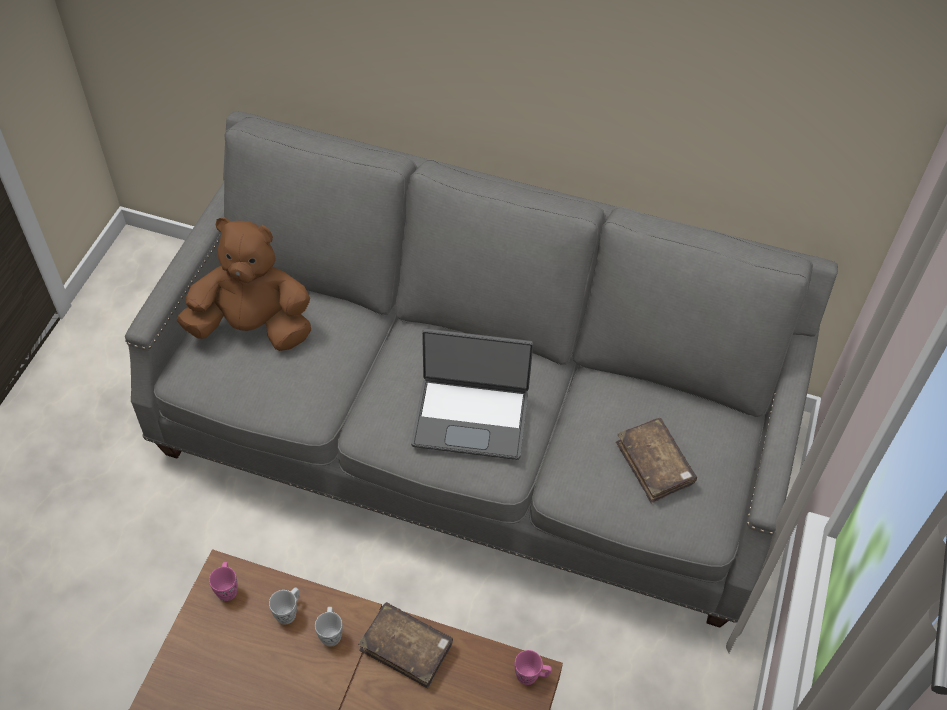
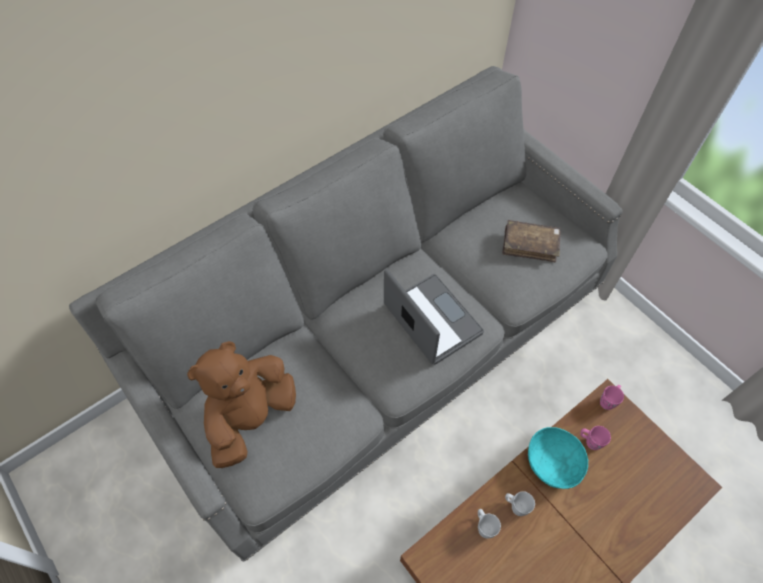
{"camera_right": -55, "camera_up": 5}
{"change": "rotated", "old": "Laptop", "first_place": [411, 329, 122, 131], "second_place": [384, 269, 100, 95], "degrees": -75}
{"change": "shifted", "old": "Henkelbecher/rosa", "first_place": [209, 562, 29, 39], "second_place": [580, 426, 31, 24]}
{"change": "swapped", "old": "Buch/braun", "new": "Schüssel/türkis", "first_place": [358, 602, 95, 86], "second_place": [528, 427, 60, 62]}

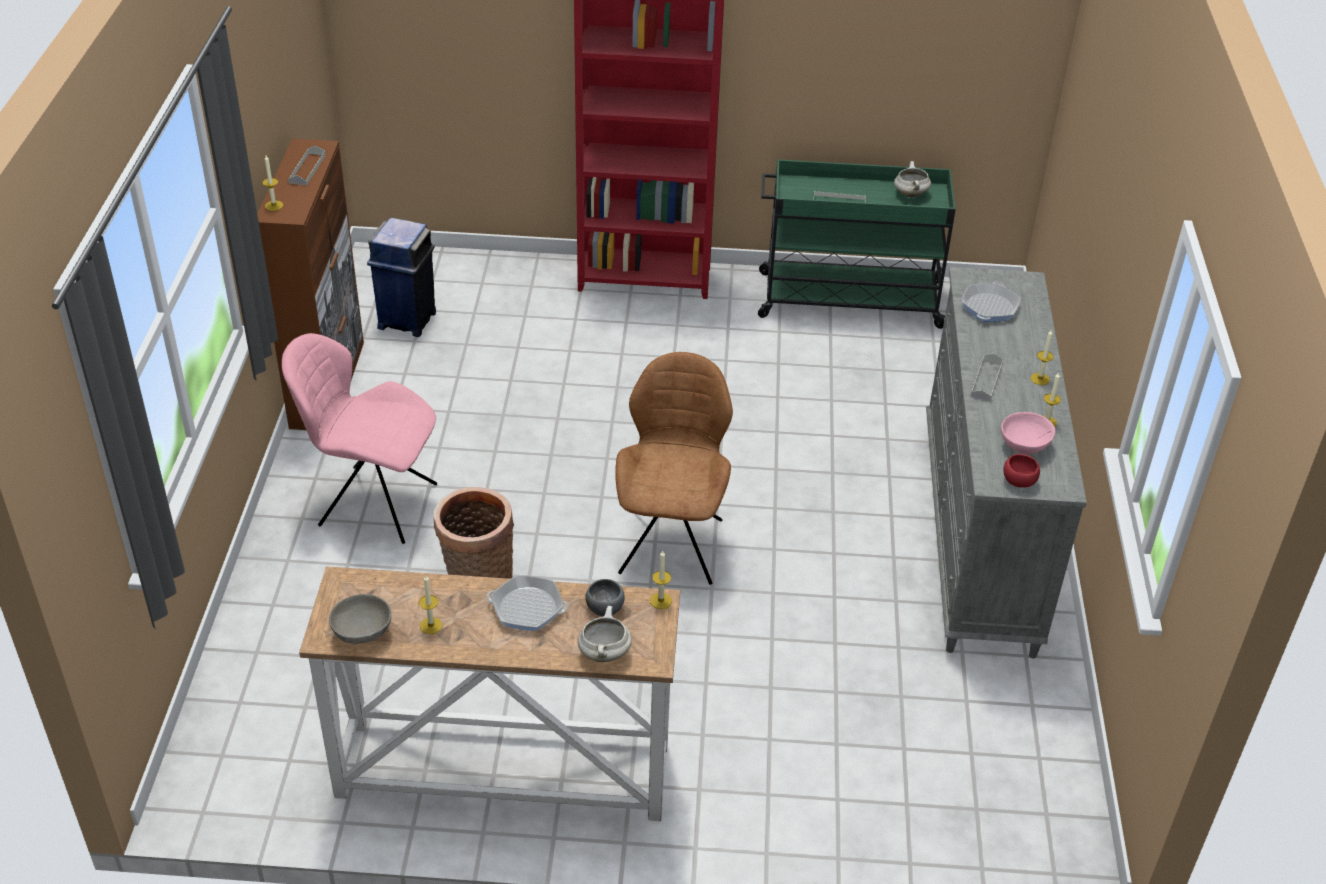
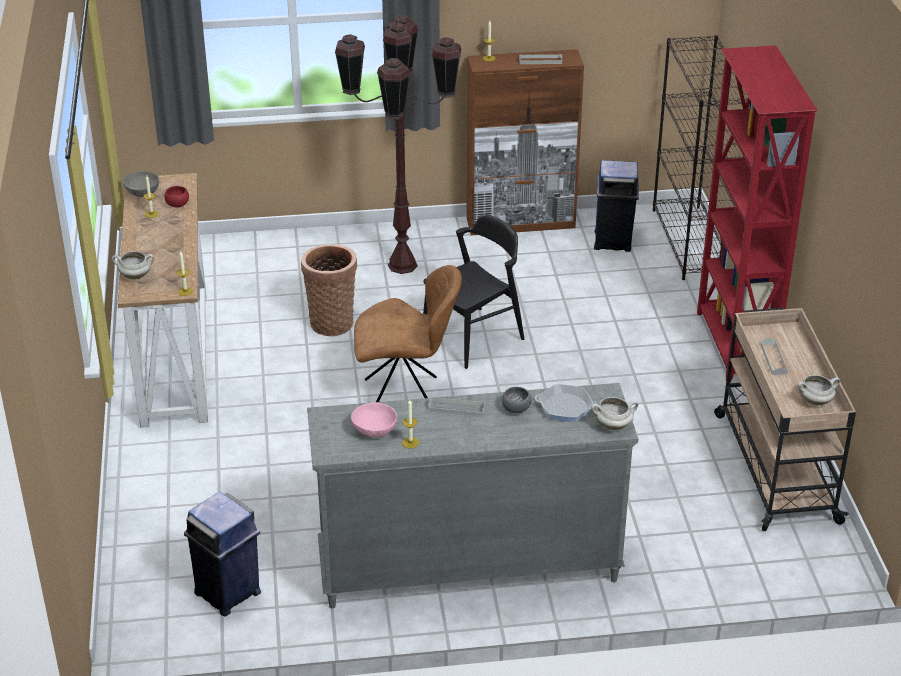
{"camera_right": 80, "camera_up": -5}
{"change": "repainted", "old": "Rollwagen/grün", "new": "Rollwagen/beige", "first_place": [758, 159, 198, 170], "second_place": [714, 308, 142, 223]}
{"change": "gone", "old": "Kerze", "first_place": [1030, 329, 24, 56]}
{"change": "swapped", "old": "Stuhl/rosa", "new": "Stehlampe/braun", "first_place": [282, 333, 155, 211], "second_place": [335, 15, 126, 259]}
{"change": "shifted", "old": "Schüssel/rot", "first_place": [1003, 454, 37, 34], "second_place": [164, 186, 25, 22]}
{"change": "gone", "old": "Pfanne", "first_place": [487, 575, 81, 56]}
{"change": "shifted", "old": "Schüssel/grau", "first_place": [585, 579, 40, 37], "second_place": [502, 387, 29, 26]}
{"change": "new", "new": "Bücherregal/schwarz", "second_place": [653, 35, 98, 245]}
{"change": "new", "new": "Stuhl/schwarz", "second_place": [423, 214, 101, 155]}
{"change": "new", "new": "Kochtopf/weiß", "second_place": [591, 397, 47, 33]}
{"change": "new", "new": "Mülleimer/blau", "second_place": [184, 492, 77, 124]}

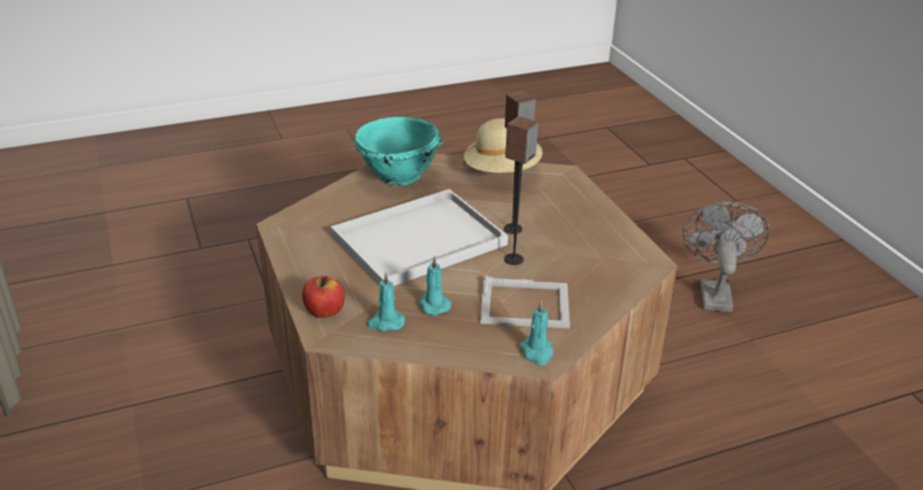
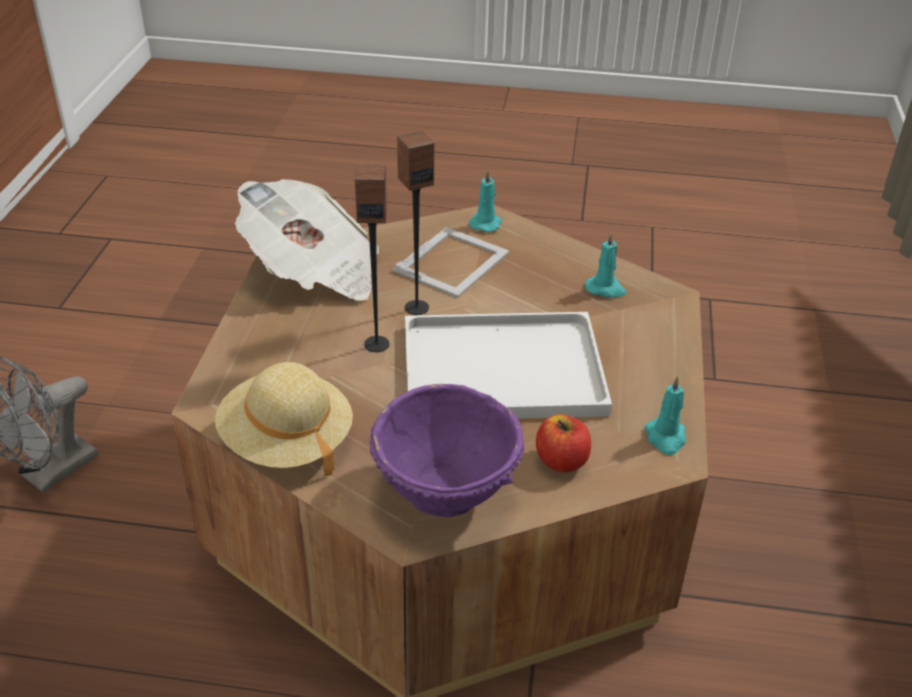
{"camera_right": -150, "camera_up": 5}
{"change": "repainted", "old": "Schüssel/türkis", "new": "Schüssel/lila", "first_place": [354, 117, 89, 69], "second_place": [369, 384, 155, 133]}
{"change": "shifted", "old": "Kerze/türkis", "first_place": [418, 256, 34, 59], "second_place": [645, 375, 41, 80]}
{"change": "shifted", "old": "Apfel", "first_place": [302, 276, 43, 42], "second_place": [536, 414, 55, 58]}
{"change": "rotated", "old": "Bilderrahmen", "first_place": [480, 276, 90, 53], "second_place": [393, 227, 116, 70], "degrees": 90}
{"change": "new", "new": "Zeitung", "second_place": [235, 179, 144, 122]}

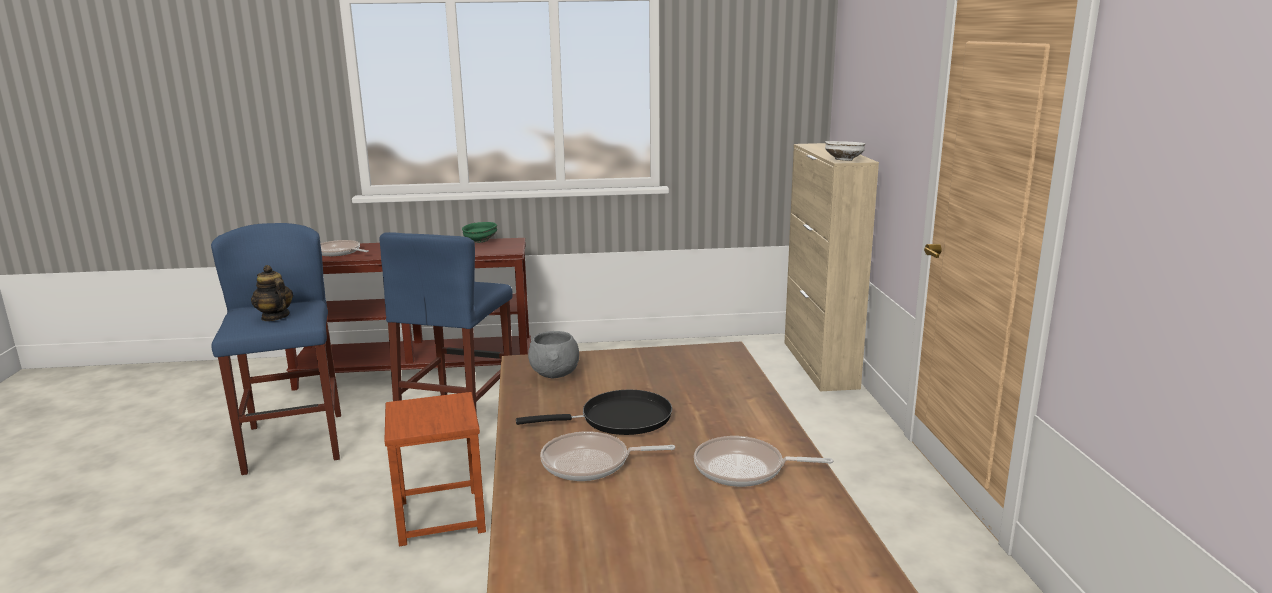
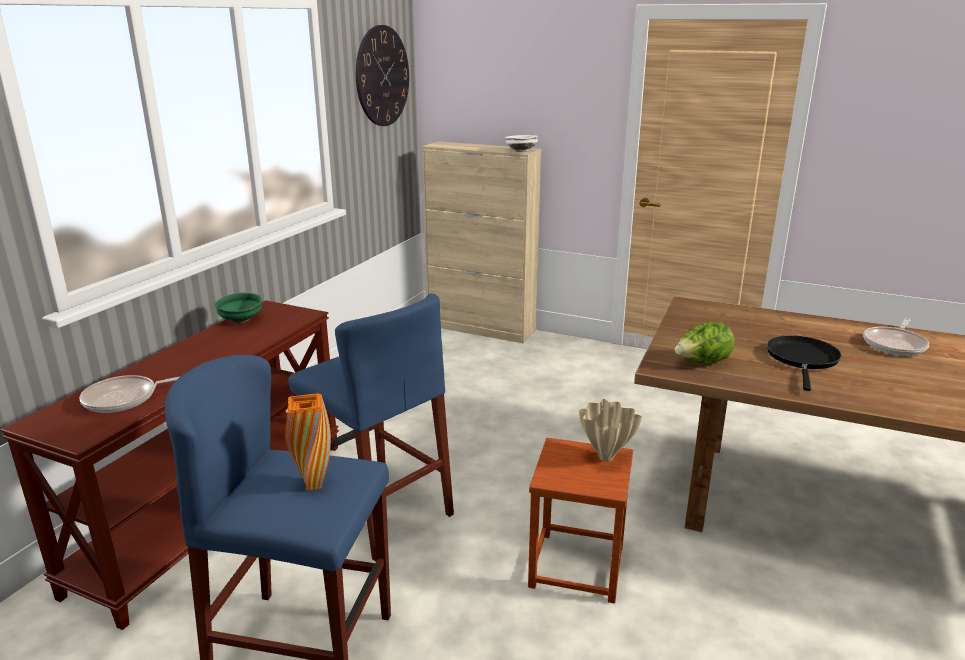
{"camera_right": -60, "camera_up": 5}
{"change": "swapped", "old": "Teekanne", "new": "Vase/orange", "first_place": [251, 265, 42, 56], "second_place": [285, 393, 46, 98]}
{"change": "swapped", "old": "Schüssel/grau", "new": "Salatkopf", "first_place": [528, 331, 51, 47], "second_place": [675, 321, 60, 43]}
{"change": "gone", "old": "Pfanne", "first_place": [540, 431, 135, 50]}
{"change": "new", "new": "Wanduhr", "second_place": [356, 25, 53, 101]}
{"change": "new", "new": "Vase/beige", "second_place": [579, 399, 63, 63]}

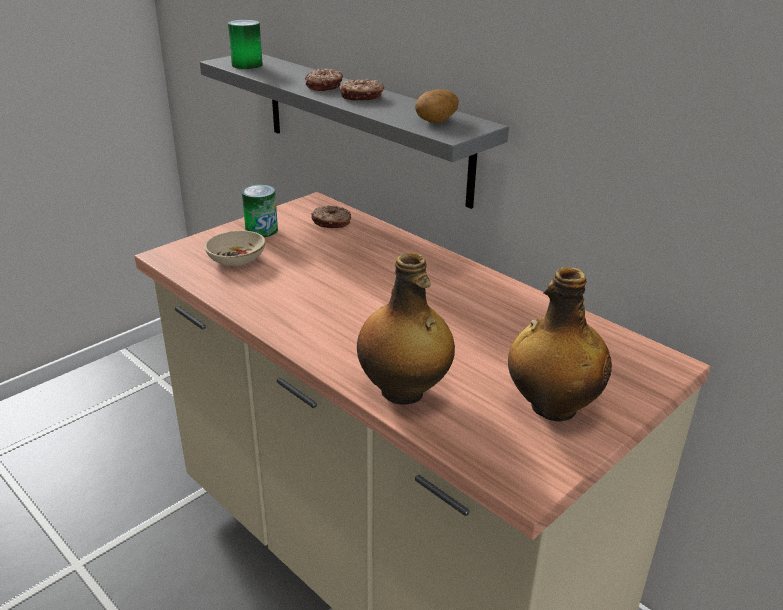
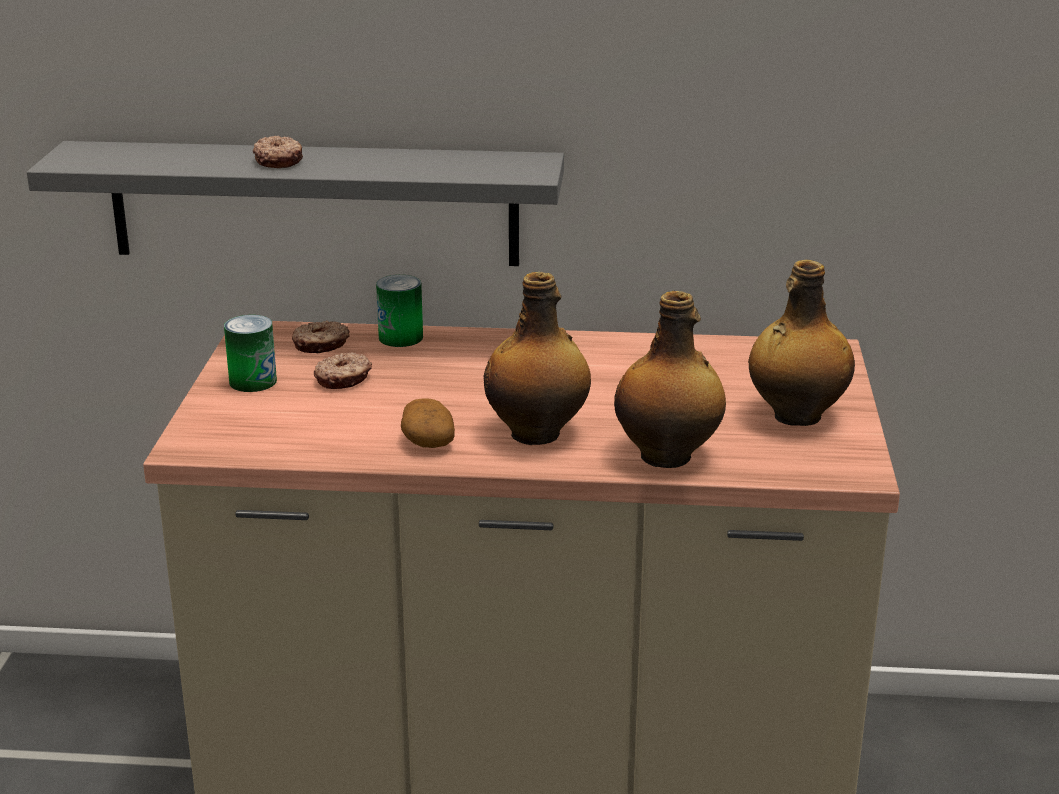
{"camera_right": -40, "camera_up": -5}
{"change": "shifted", "old": "Dose", "first_place": [228, 20, 35, 49], "second_place": [376, 275, 47, 72]}
{"change": "shifted", "old": "Donut", "first_place": [340, 79, 44, 22], "second_place": [314, 353, 58, 36]}
{"change": "shifted", "old": "Kartoffel", "first_place": [415, 89, 44, 34], "second_place": [401, 398, 54, 50]}
{"change": "gone", "old": "Schüssel/beige", "first_place": [205, 230, 60, 36]}
{"change": "new", "new": "Flasche", "second_place": [484, 272, 107, 173]}

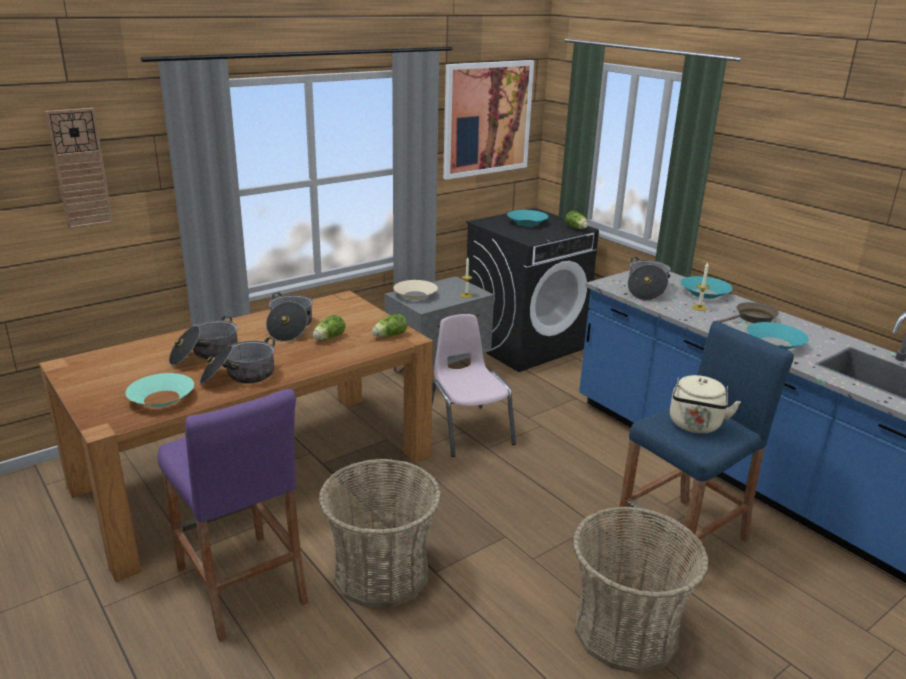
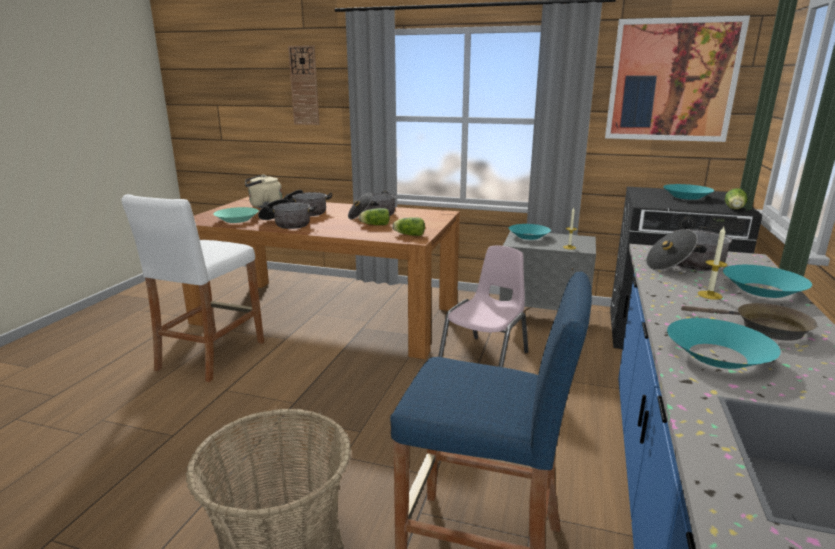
{"camera_right": 55, "camera_up": -5}
{"change": "repainted", "old": "Schüssel/beige", "new": "Schüssel/türkis", "first_place": [393, 280, 45, 20], "second_place": [509, 224, 42, 16]}
{"change": "shifted", "old": "Wasserkessel/beige", "first_place": [670, 375, 71, 58], "second_place": [245, 174, 37, 34]}
{"change": "repainted", "old": "Hocker/lila", "new": "Hocker/weiß", "first_place": [157, 389, 151, 253], "second_place": [121, 194, 143, 188]}
{"change": "gone", "old": "Korb", "first_place": [318, 458, 124, 150]}

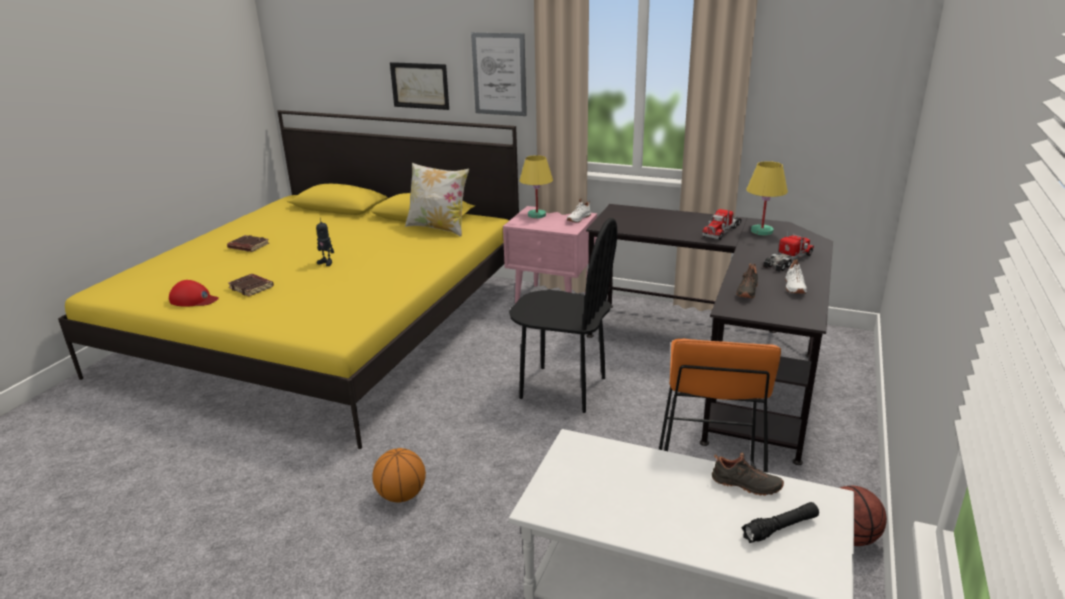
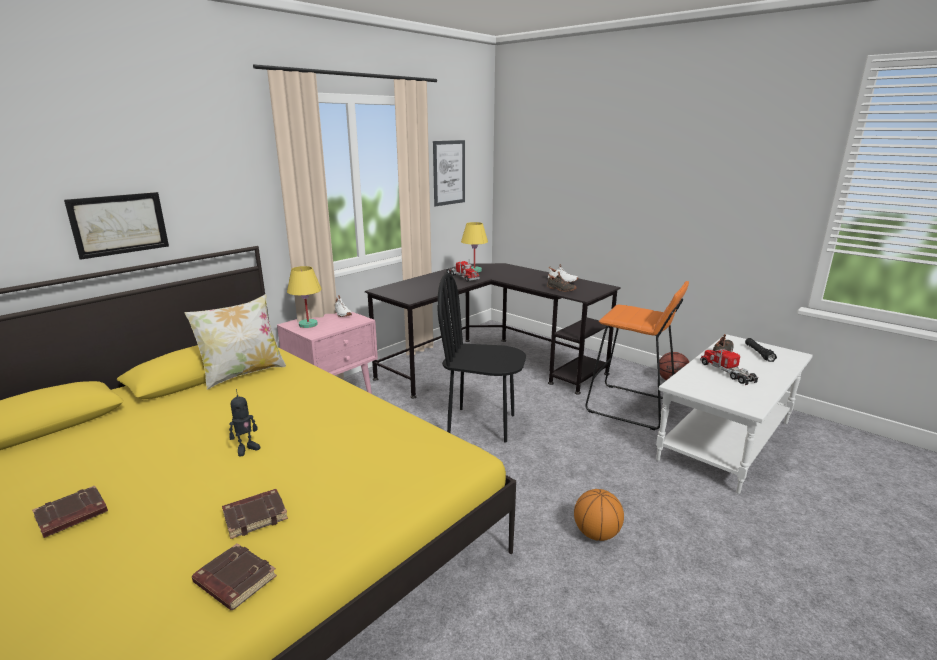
{"camera_right": -70, "camera_up": -5}
{"change": "shifted", "old": "Bild", "first_place": [471, 32, 56, 84], "second_place": [433, 140, 32, 66]}
{"change": "rotated", "old": "Stuhl/schwarz", "first_place": [509, 218, 108, 195], "second_place": [437, 273, 89, 170], "degrees": -120}
{"change": "shifted", "old": "Spielzeuglaster", "first_place": [763, 231, 51, 41], "second_place": [700, 348, 58, 37]}
{"change": "swapped", "old": "Kappe/rot", "new": "Buch/braun", "first_place": [169, 280, 50, 27], "second_place": [192, 543, 85, 67]}

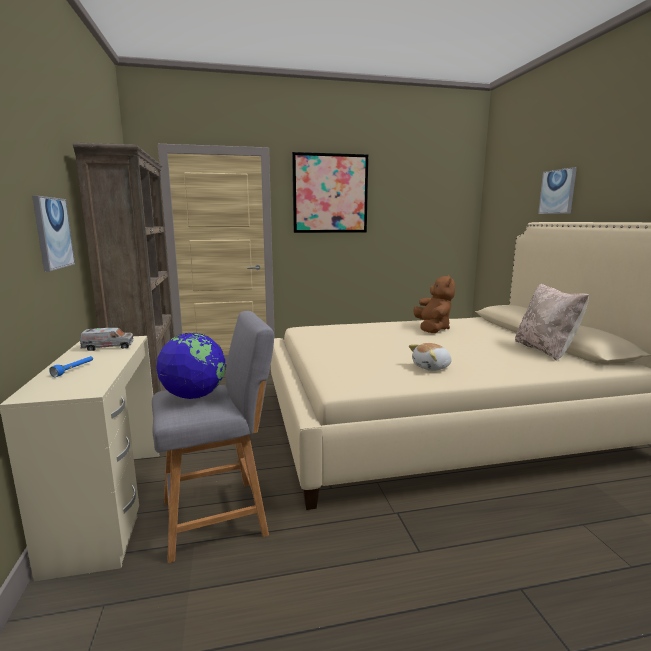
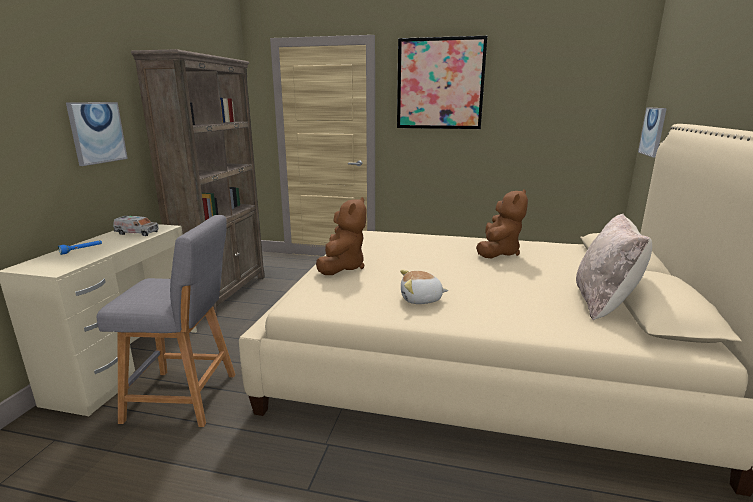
{"camera_right": 25, "camera_up": 5}
{"change": "shifted", "old": "Bild", "first_place": [538, 167, 39, 47], "second_place": [638, 108, 29, 50]}
{"change": "gone", "old": "Globus", "first_place": [156, 333, 70, 66]}
{"change": "new", "new": "Plüschtier/braun", "second_place": [316, 197, 50, 78]}

